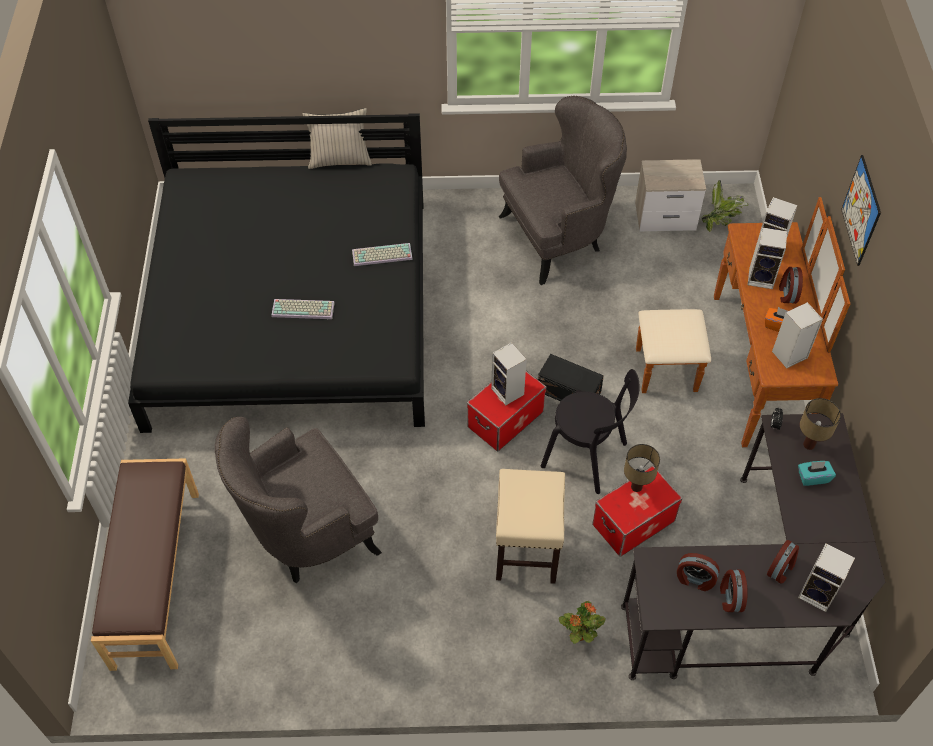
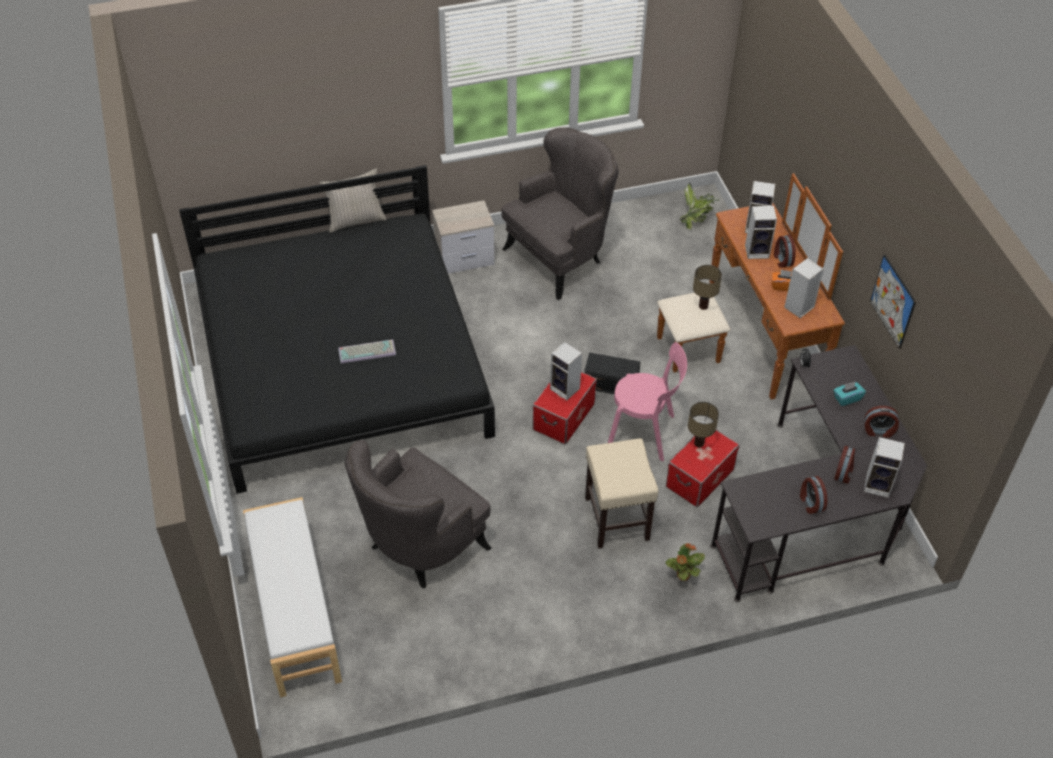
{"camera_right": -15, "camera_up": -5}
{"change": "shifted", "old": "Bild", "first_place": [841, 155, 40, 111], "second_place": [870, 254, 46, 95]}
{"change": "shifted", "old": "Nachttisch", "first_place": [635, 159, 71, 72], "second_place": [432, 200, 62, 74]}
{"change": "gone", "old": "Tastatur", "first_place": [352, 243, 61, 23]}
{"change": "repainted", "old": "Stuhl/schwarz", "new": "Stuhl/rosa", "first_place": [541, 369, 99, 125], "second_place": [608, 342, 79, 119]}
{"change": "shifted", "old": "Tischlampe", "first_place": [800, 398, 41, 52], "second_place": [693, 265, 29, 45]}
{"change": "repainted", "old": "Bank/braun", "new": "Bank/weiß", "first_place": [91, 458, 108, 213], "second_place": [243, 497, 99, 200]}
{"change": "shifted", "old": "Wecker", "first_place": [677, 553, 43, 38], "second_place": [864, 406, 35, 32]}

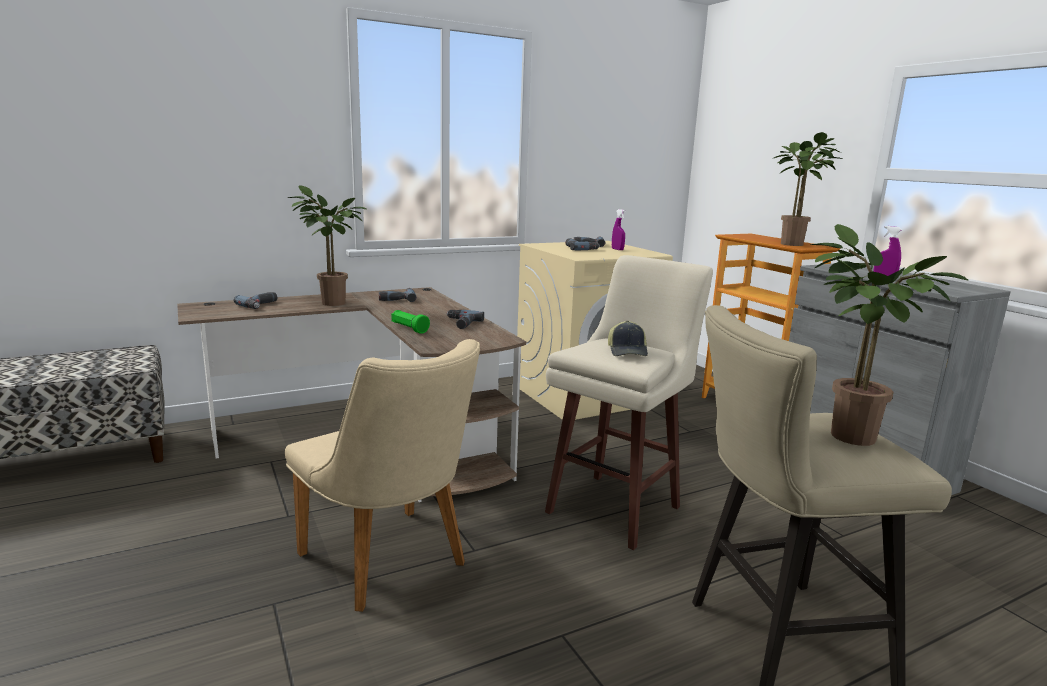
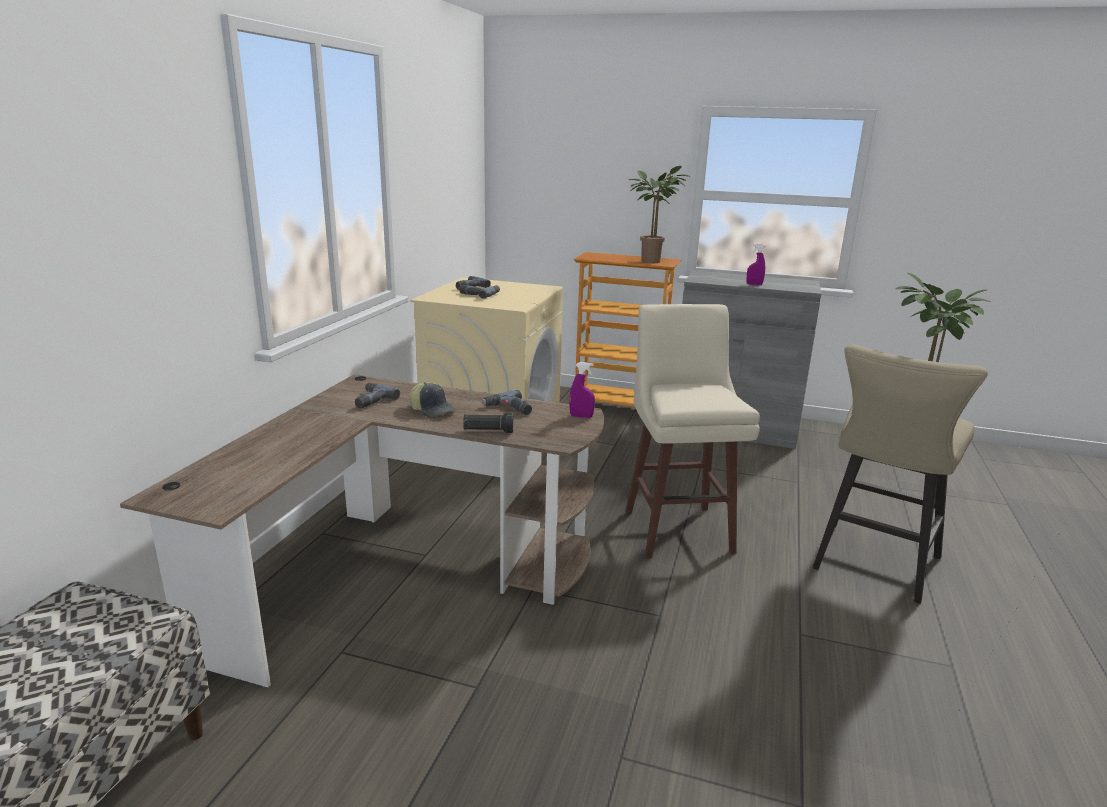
{"camera_right": -45, "camera_up": 5}
{"change": "gone", "old": "Topfpflanze", "first_place": [288, 185, 78, 121]}
{"change": "shifted", "old": "Sprühflasche/lila", "first_place": [612, 209, 13, 41], "second_place": [570, 362, 25, 56]}
{"change": "gone", "old": "Bohrmaschine", "first_place": [233, 292, 44, 17]}
{"change": "repainted", "old": "Taschenlampe/grün", "new": "Taschenlampe/schwarz", "first_place": [391, 310, 39, 24], "second_place": [463, 412, 50, 21]}
{"change": "shifted", "old": "Kappe", "first_place": [608, 320, 40, 36], "second_place": [409, 382, 47, 36]}
{"change": "gone", "old": "Stuhl/beige", "first_place": [285, 339, 195, 273]}

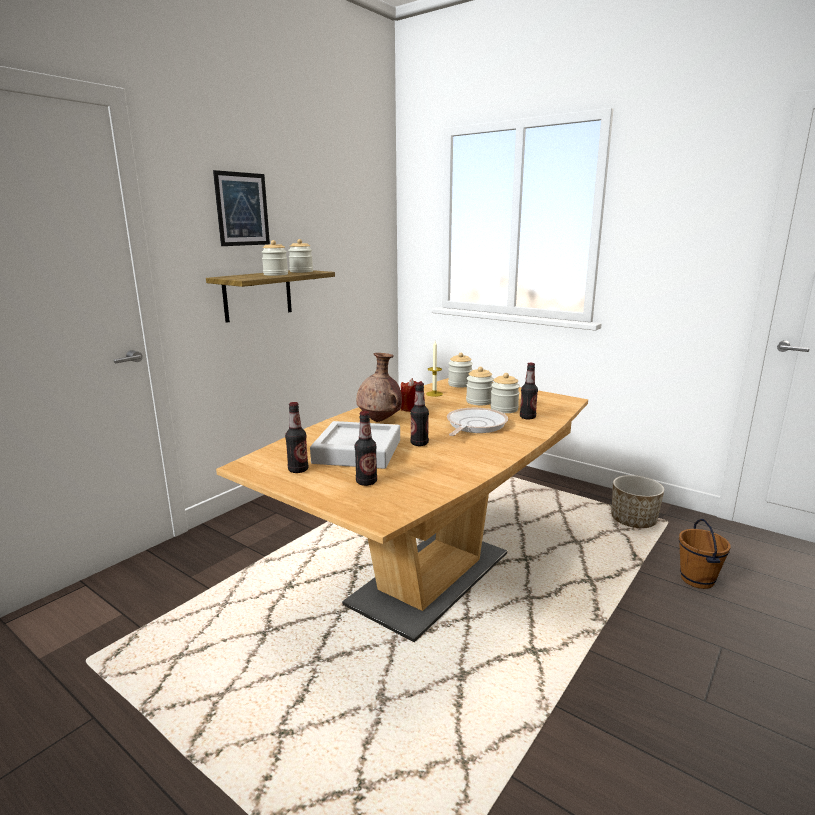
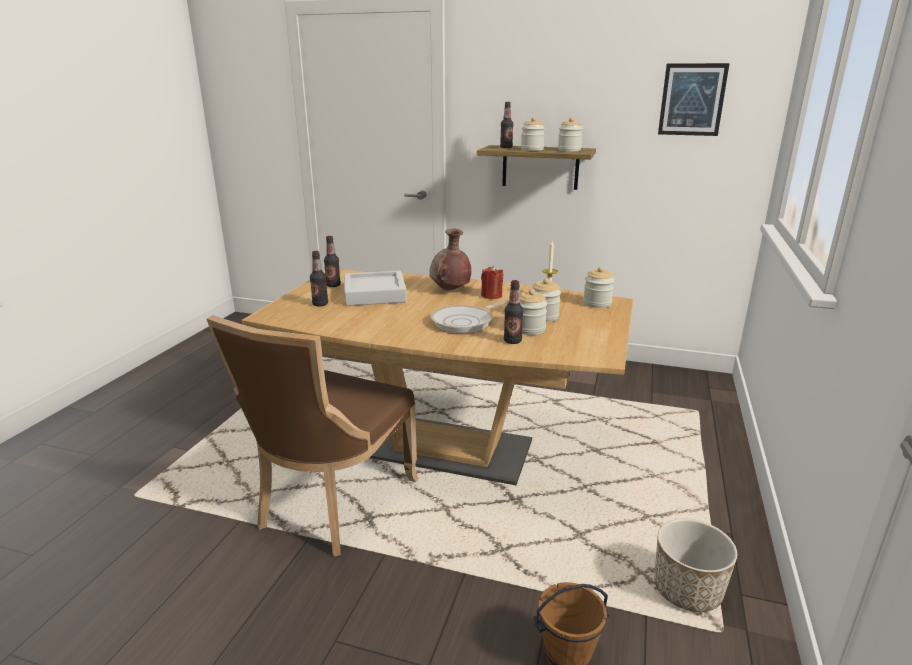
{"camera_right": 70, "camera_up": 5}
{"change": "shifted", "old": "Bild", "first_place": [213, 170, 57, 76], "second_place": [658, 63, 72, 73]}
{"change": "shifted", "old": "Flasche", "first_place": [410, 382, 19, 64], "second_place": [500, 102, 13, 46]}
{"change": "rotated", "old": "Pfanne", "first_place": [447, 408, 61, 28], "second_place": [430, 300, 79, 33], "degrees": 135}
{"change": "new", "new": "Stuhl/braun", "second_place": [207, 315, 212, 241]}

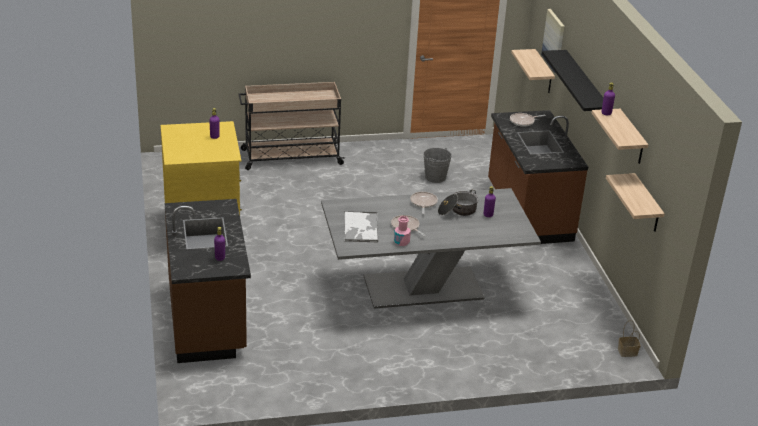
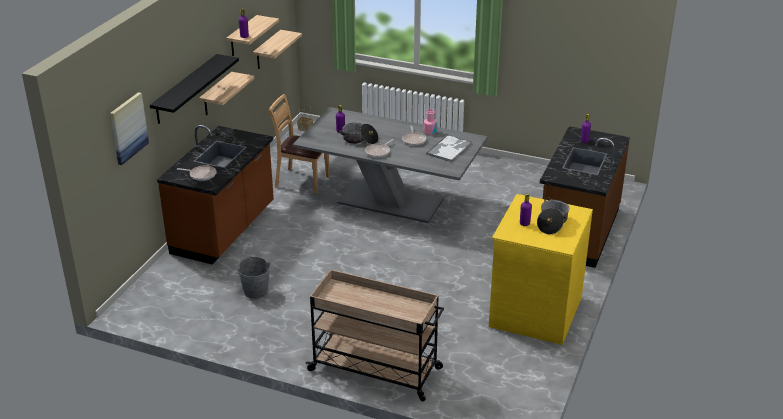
{"camera_right": -145, "camera_up": 0}
{"change": "shifted", "old": "Wandregal", "first_place": [511, 49, 44, 44], "second_place": [199, 72, 56, 43]}
{"change": "new", "new": "Stuhl/braun", "second_place": [268, 94, 62, 100]}
{"change": "new", "new": "Kochtopf", "second_place": [537, 197, 32, 37]}

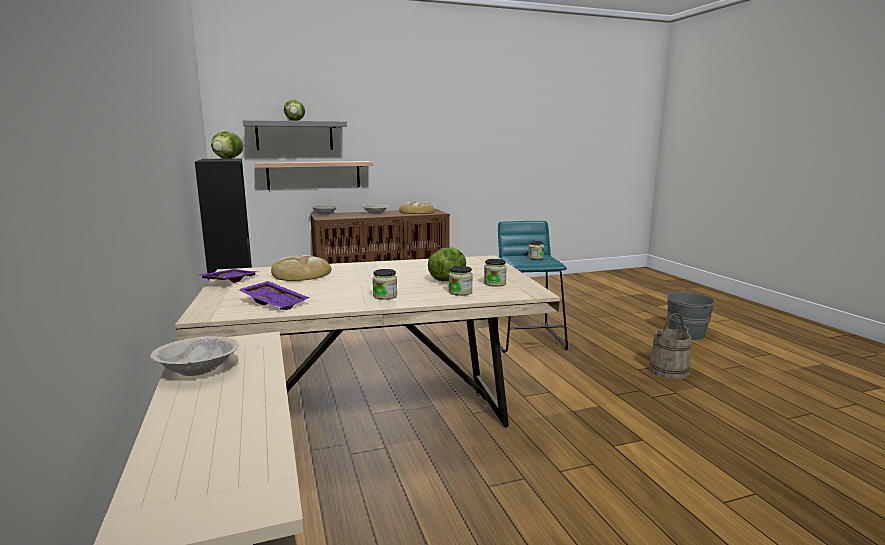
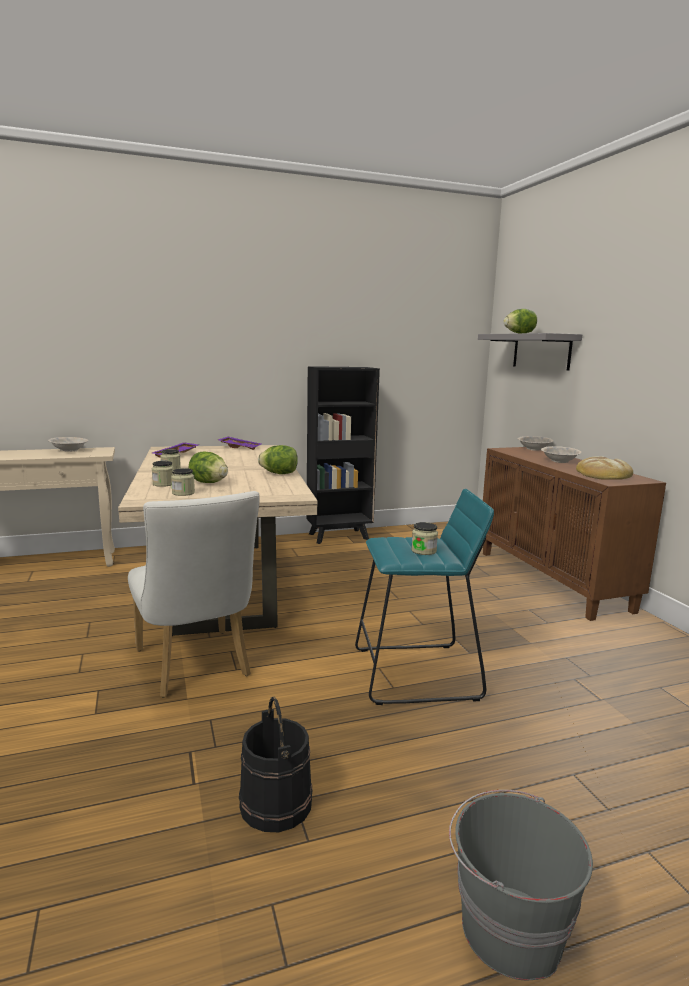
{"camera_right": 90, "camera_up": 0}
{"change": "shifted", "old": "Salatkopf", "first_place": [211, 131, 32, 28], "second_place": [258, 445, 40, 29]}
{"change": "gone", "old": "Wandregal", "first_place": [255, 161, 118, 29]}
{"change": "gone", "old": "Brot", "first_place": [271, 255, 61, 26]}
{"change": "repainted", "old": "Eimer/beige", "new": "Eimer/schwarz", "first_place": [649, 313, 42, 66], "second_place": [239, 696, 74, 136]}
{"change": "new", "new": "Stuhl/weiß", "second_place": [128, 491, 132, 207]}

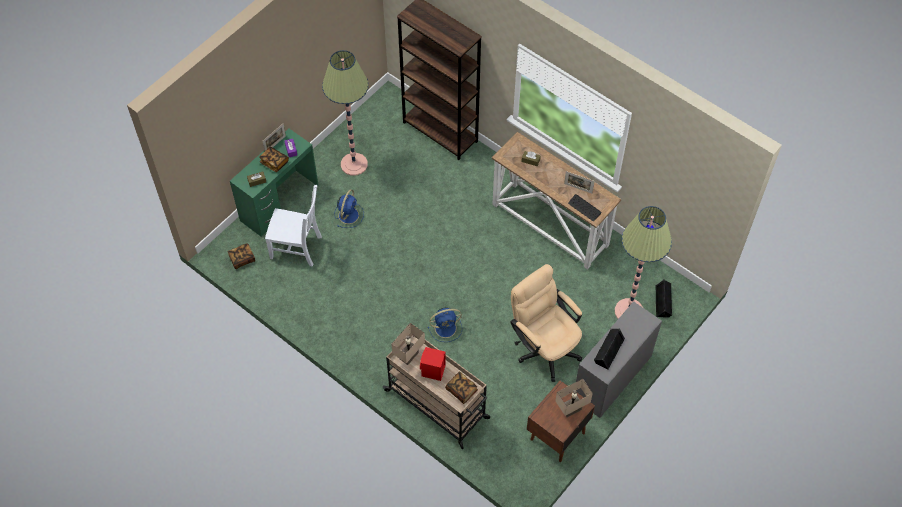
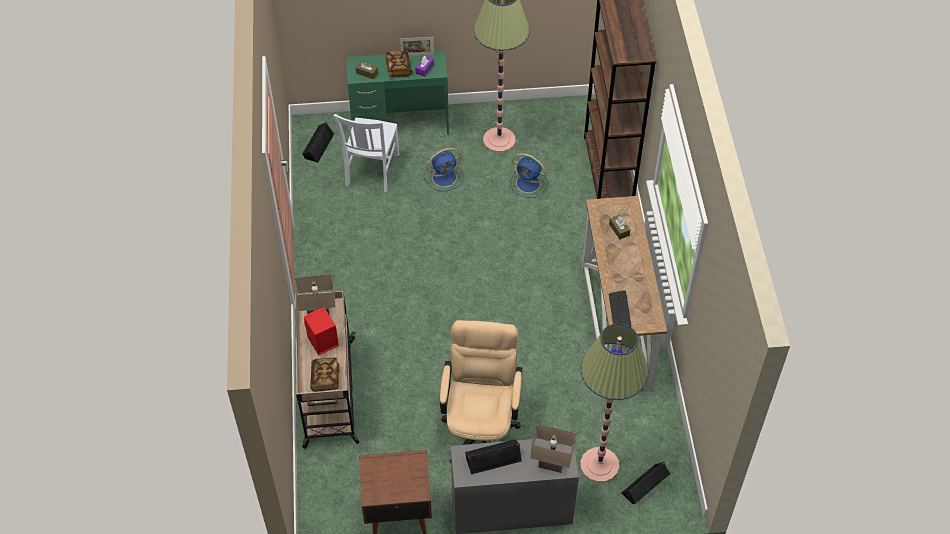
{"camera_right": 45, "camera_up": -5}
{"change": "gone", "old": "Bilderrahmen", "first_place": [564, 171, 31, 22]}
{"change": "rotated", "old": "Stuhl/weiß", "first_place": [265, 185, 57, 81], "second_place": [333, 114, 66, 78], "degrees": 45}
{"change": "swapped", "old": "Buch", "new": "Lautsprecher/schwarz", "first_place": [227, 243, 28, 26], "second_place": [302, 122, 32, 41]}
{"change": "shifted", "old": "Ventilator/blau", "first_place": [428, 307, 34, 35], "second_place": [510, 153, 38, 45]}
{"change": "shifted", "old": "Tischlampe/beige", "first_place": [555, 379, 38, 38], "second_place": [530, 424, 46, 49]}

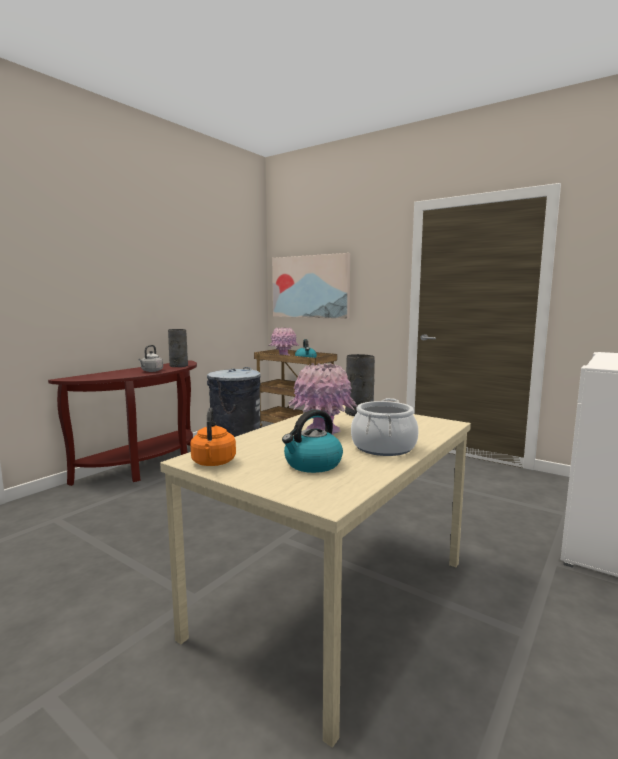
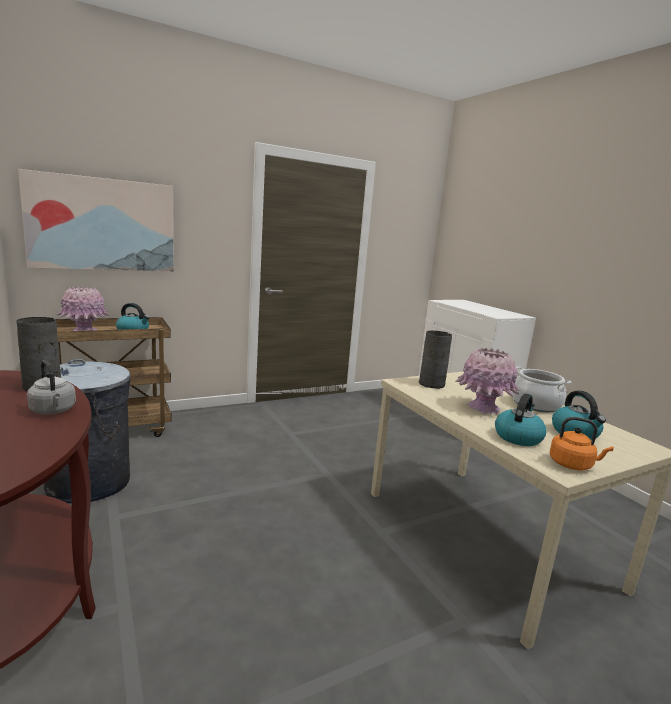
{"camera_right": -65, "camera_up": 5}
{"change": "new", "new": "Wasserkessel", "second_place": [495, 393, 52, 53]}

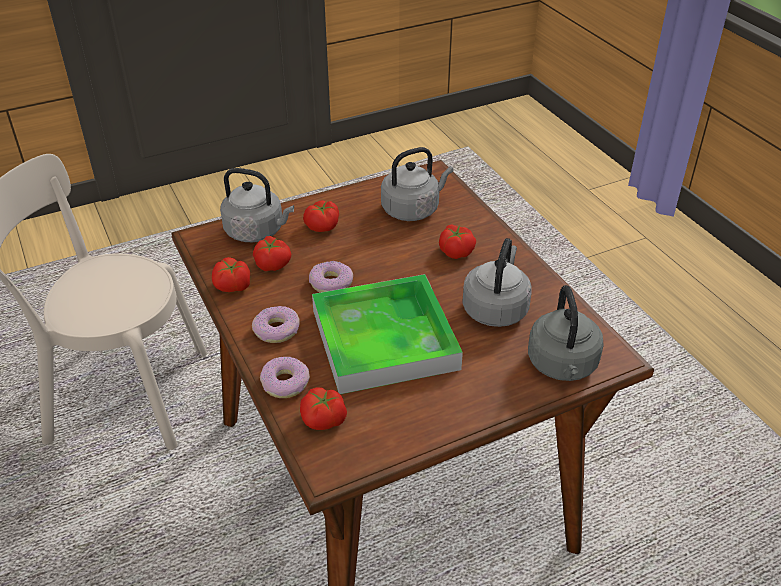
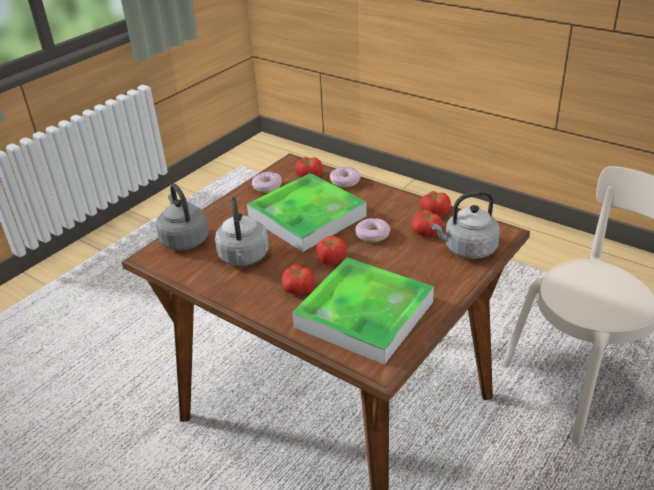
{"camera_right": 155, "camera_up": -5}
{"change": "swapped", "old": "Wasserkessel/grau", "new": "Tablett", "first_place": [381, 147, 72, 74], "second_place": [292, 257, 142, 108]}
{"change": "shifted", "old": "Tomate", "first_place": [303, 200, 36, 32], "second_place": [316, 236, 31, 29]}
{"change": "shifted", "old": "Donut", "first_place": [252, 306, 48, 37], "second_place": [252, 172, 30, 21]}

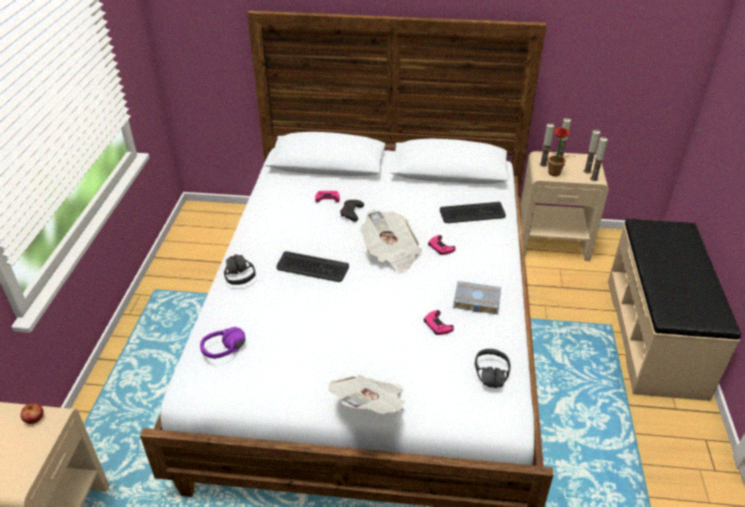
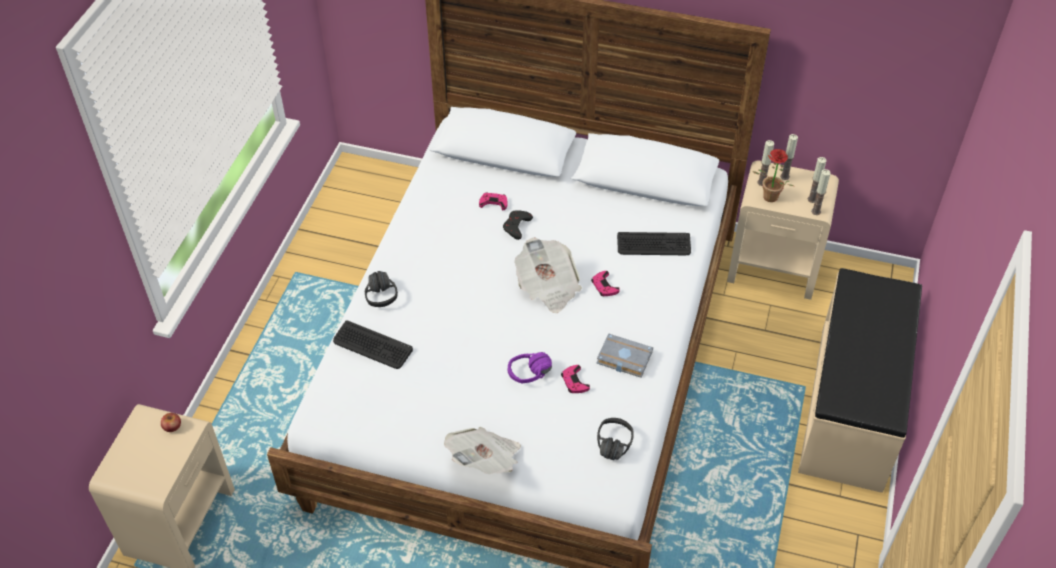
{"camera_right": 10, "camera_up": 10}
{"change": "shifted", "old": "Tastatur", "first_place": [277, 251, 72, 31], "second_place": [333, 321, 80, 48]}
{"change": "shifted", "old": "Kopfhörer/lila", "first_place": [200, 327, 46, 32], "second_place": [508, 352, 44, 31]}

